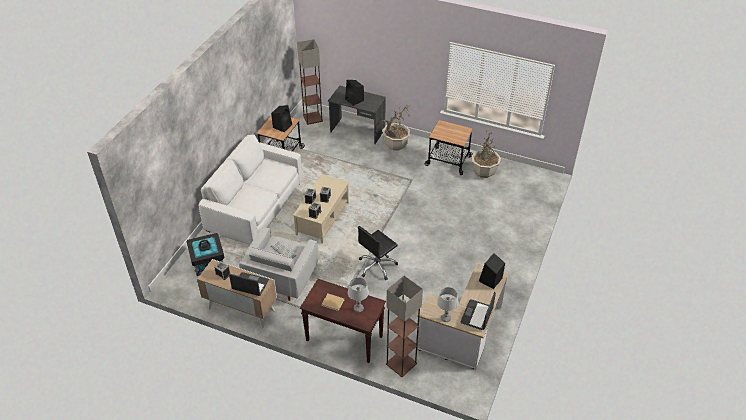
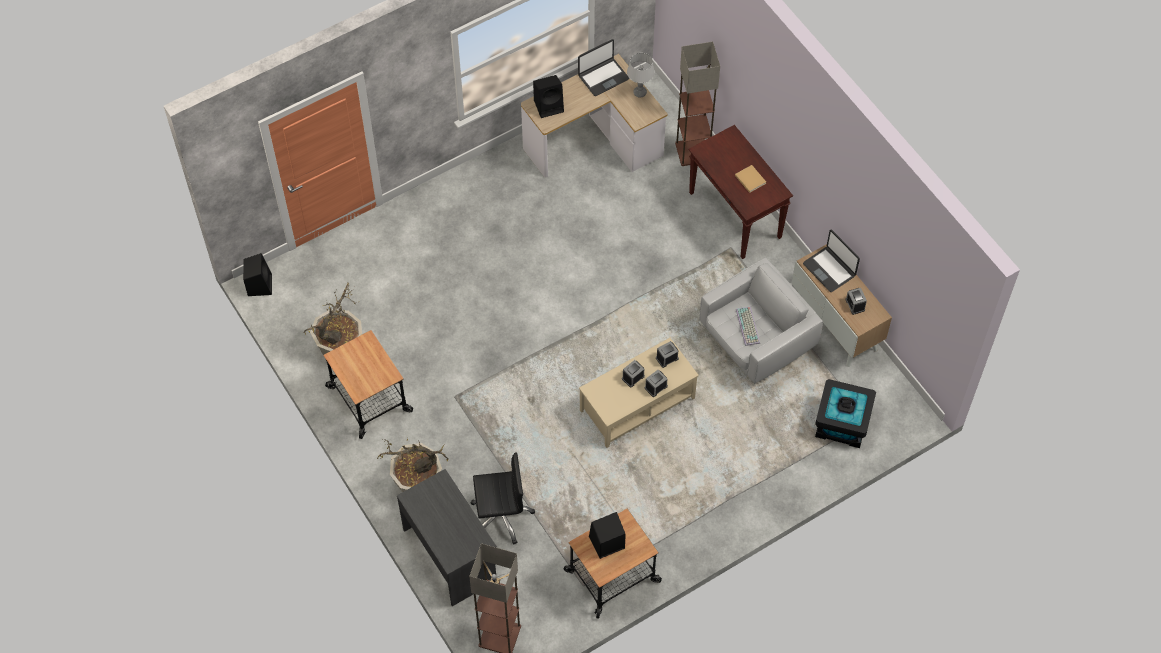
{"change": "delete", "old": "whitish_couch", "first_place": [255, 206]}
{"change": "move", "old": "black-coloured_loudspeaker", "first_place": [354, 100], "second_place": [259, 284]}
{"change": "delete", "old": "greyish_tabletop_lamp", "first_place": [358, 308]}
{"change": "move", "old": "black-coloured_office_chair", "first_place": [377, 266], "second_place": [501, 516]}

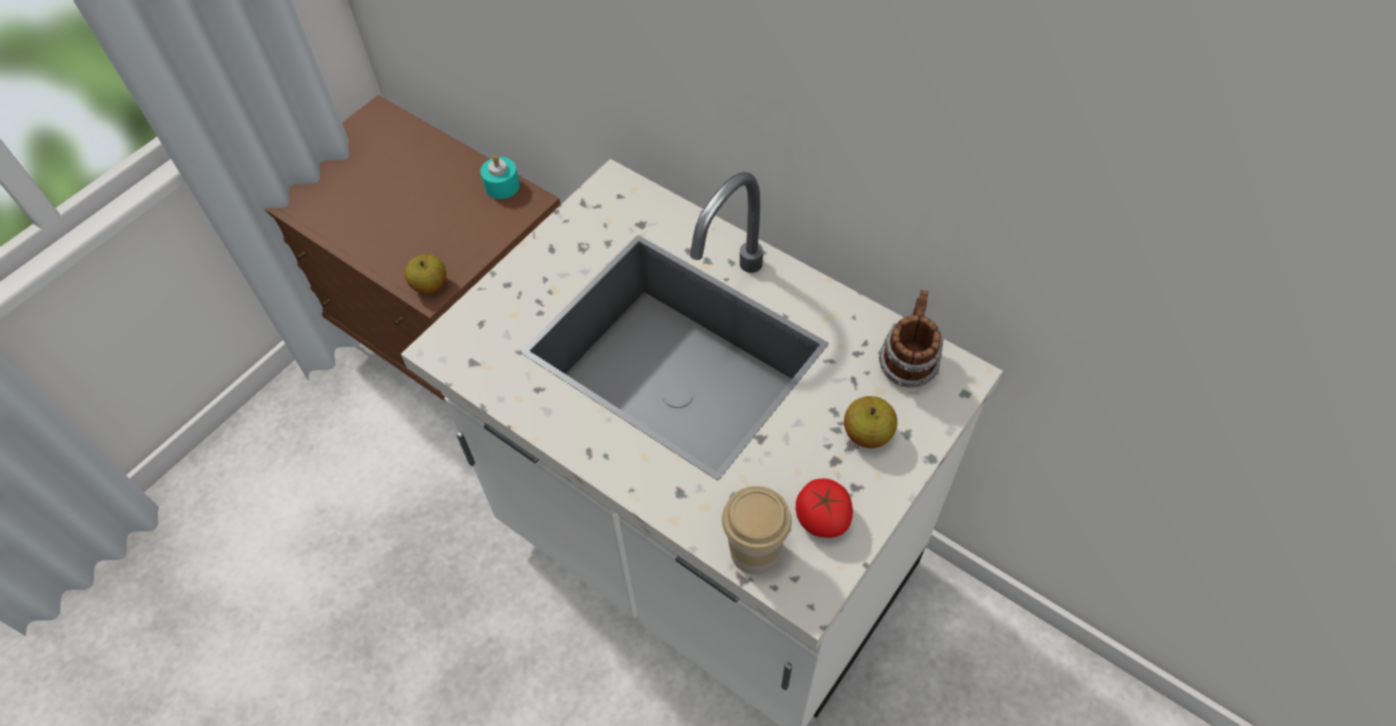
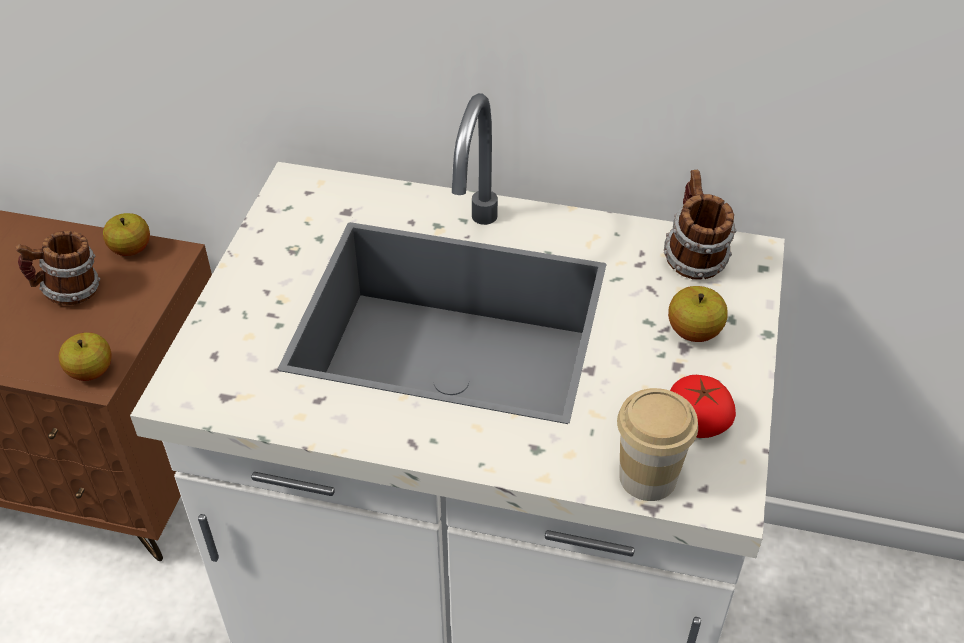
{"change": "replace", "old": "blue-green_candle", "new": "apple", "first_place": [502, 186], "second_place": [131, 249]}
{"change": "insert", "new": "mug", "second_place": [69, 292]}

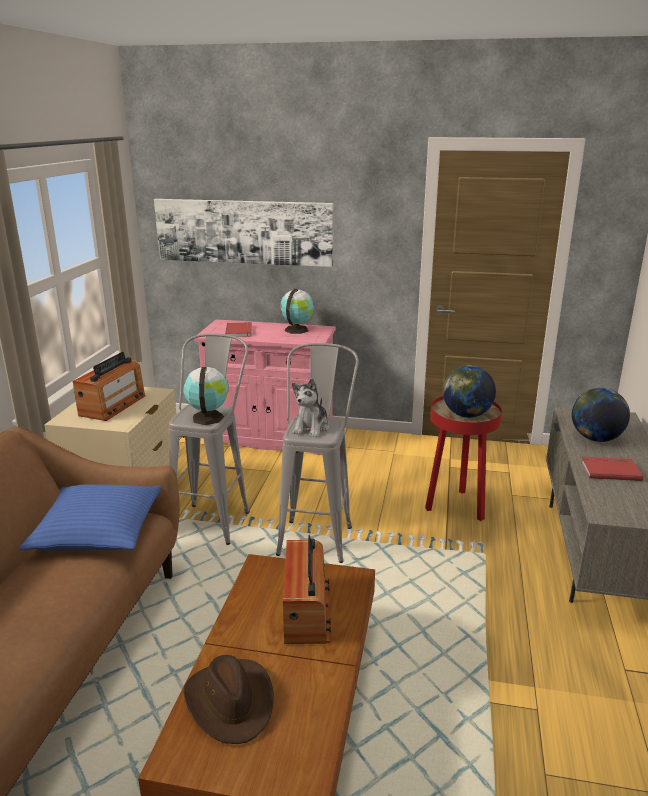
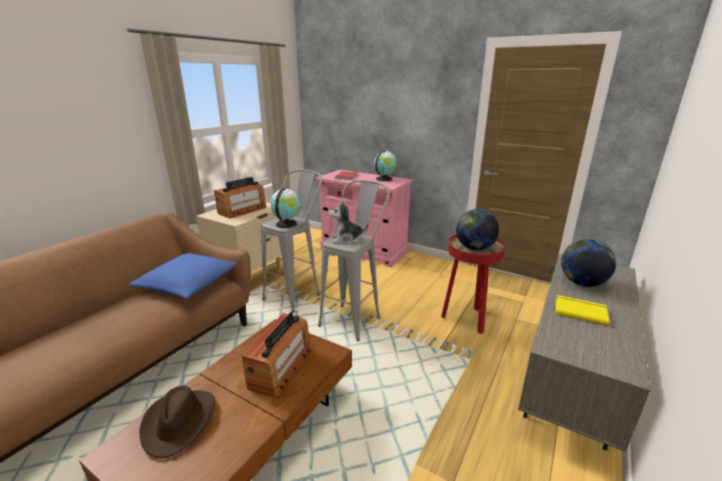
{"change": "delete", "old": "picture", "first_place": [243, 232]}
{"change": "rotate", "old": "soft_toy", "first_place": [311, 428], "second_place": [347, 239], "degrees": 45}
{"change": "recolor", "old": "reddish_bound_book", "new": "yellowish_bound_book", "first_place": [609, 470], "second_place": [580, 310]}

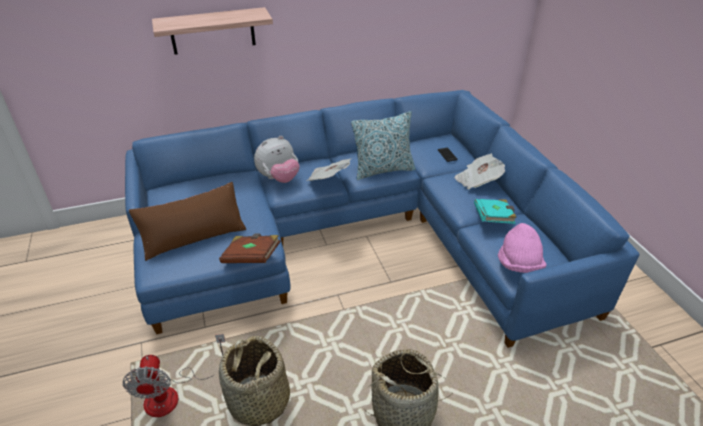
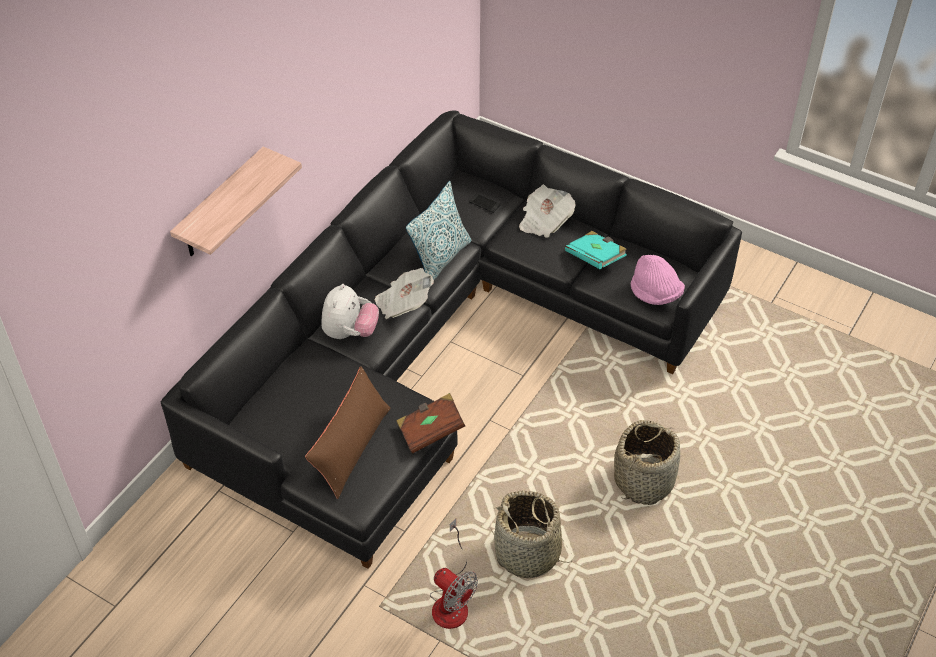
{"change": "recolor", "old": "blue_couch", "new": "black-coloured_couch", "first_place": [359, 234], "second_place": [441, 343]}

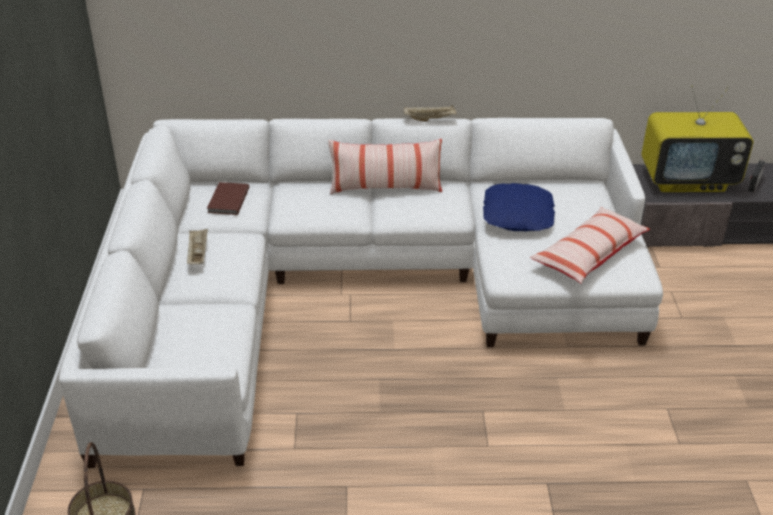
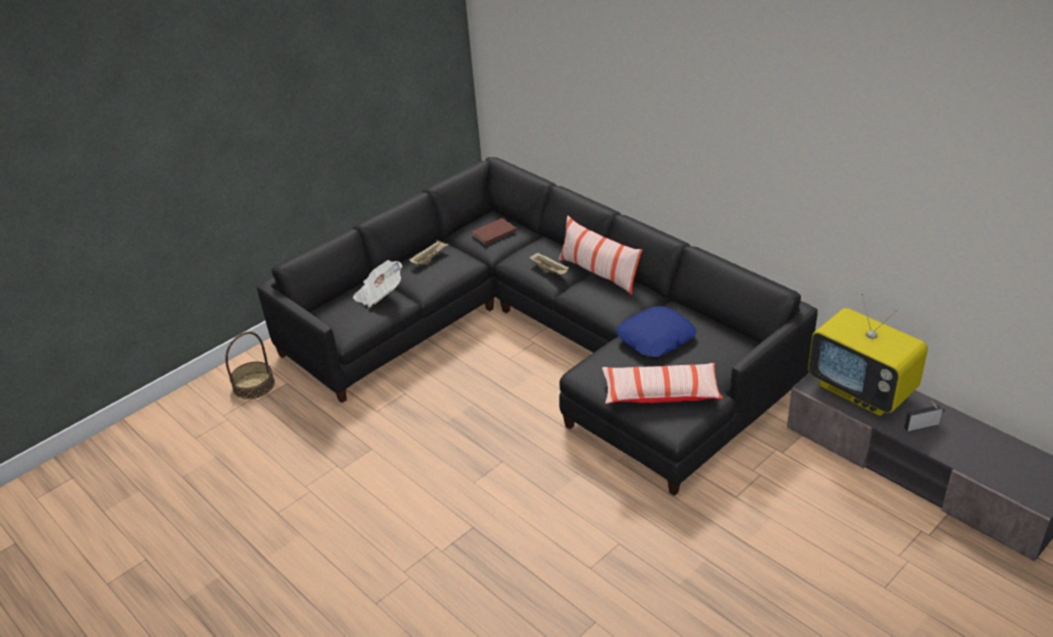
{"change": "recolor", "old": "whitish_couch", "new": "black-coloured_couch", "first_place": [356, 287], "second_place": [544, 340]}
{"change": "move", "old": "beige_tray", "first_place": [430, 119], "second_place": [550, 270]}
{"change": "insert", "new": "printed_paper", "second_place": [379, 295]}

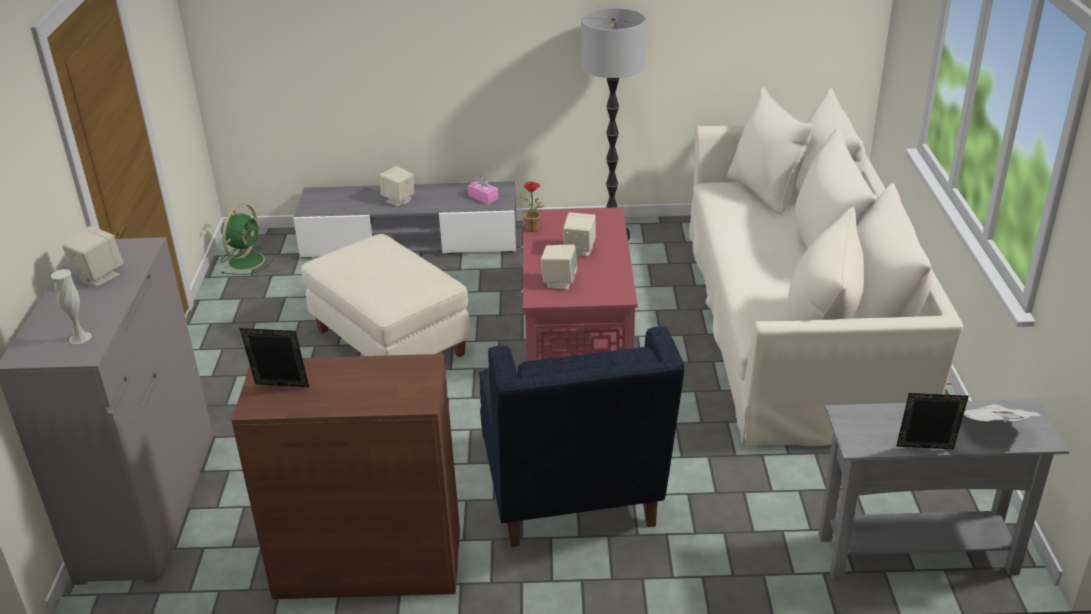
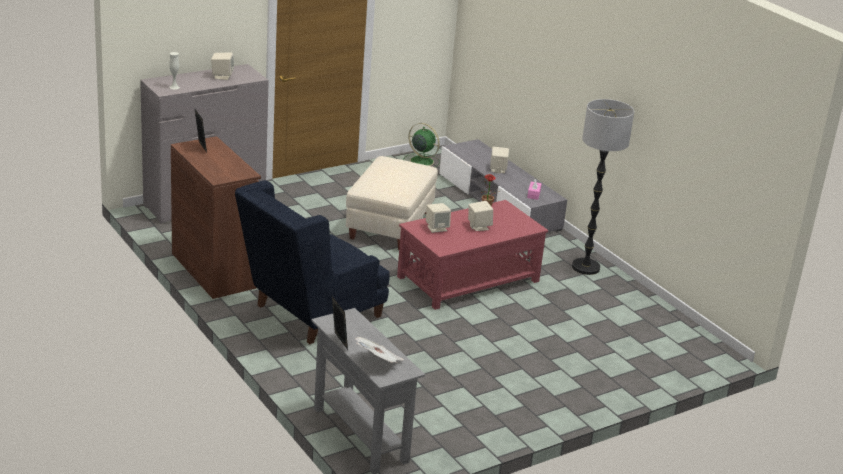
{"change": "rotate", "old": "green_electric_fan", "first_place": [247, 260], "second_place": [421, 161], "degrees": -135}
{"change": "delete", "old": "beige_couch", "first_place": [795, 322]}

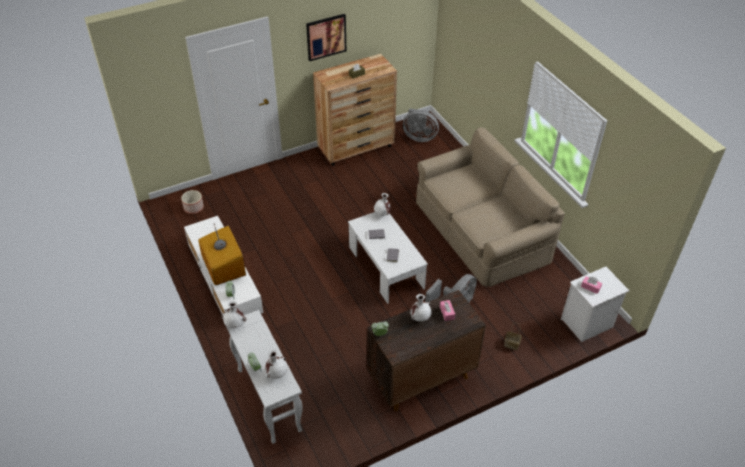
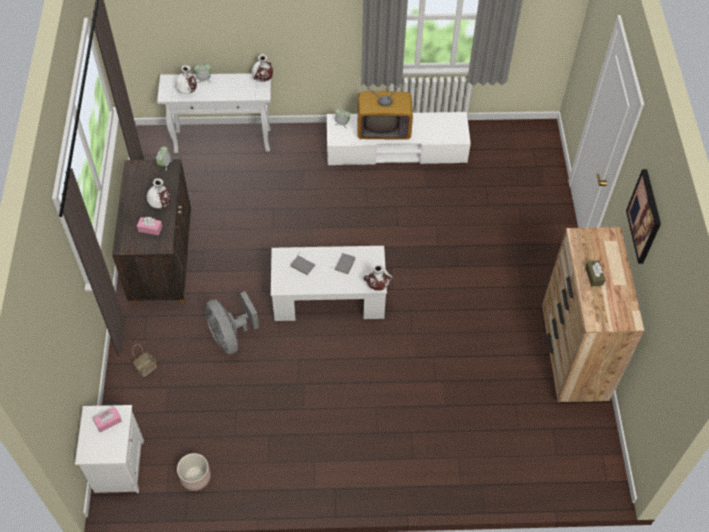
{"change": "move", "old": "planter", "first_place": [194, 208], "second_place": [195, 477]}
{"change": "delete", "old": "greyish_electric_fan", "first_place": [419, 137]}
{"change": "delete", "old": "beige_couch", "first_place": [481, 231]}

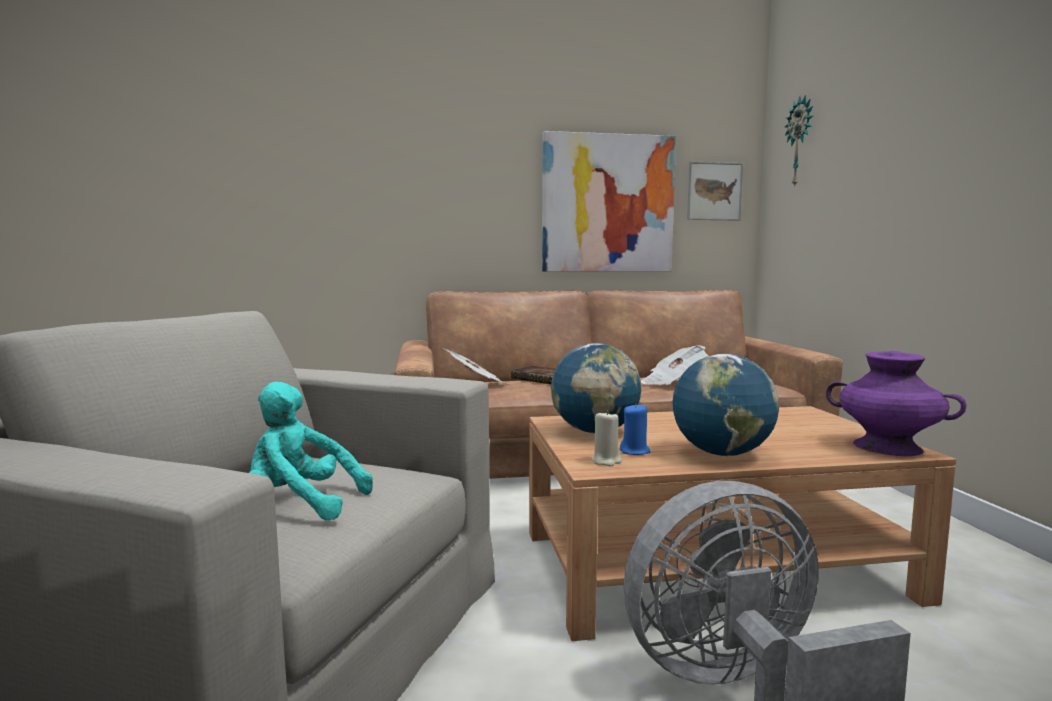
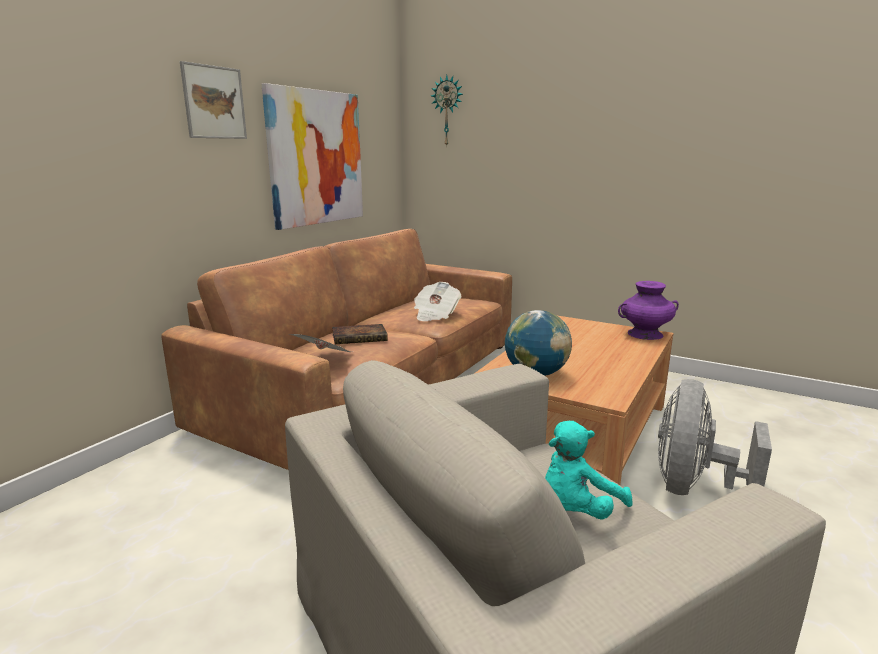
{"change": "delete", "old": "beige_candle", "first_place": [606, 461]}
{"change": "delete", "old": "blue_candle", "first_place": [635, 451]}
{"change": "delete", "old": "desk_globe", "first_place": [722, 454]}
{"change": "move", "old": "picture", "first_place": [714, 191], "second_place": [214, 102]}

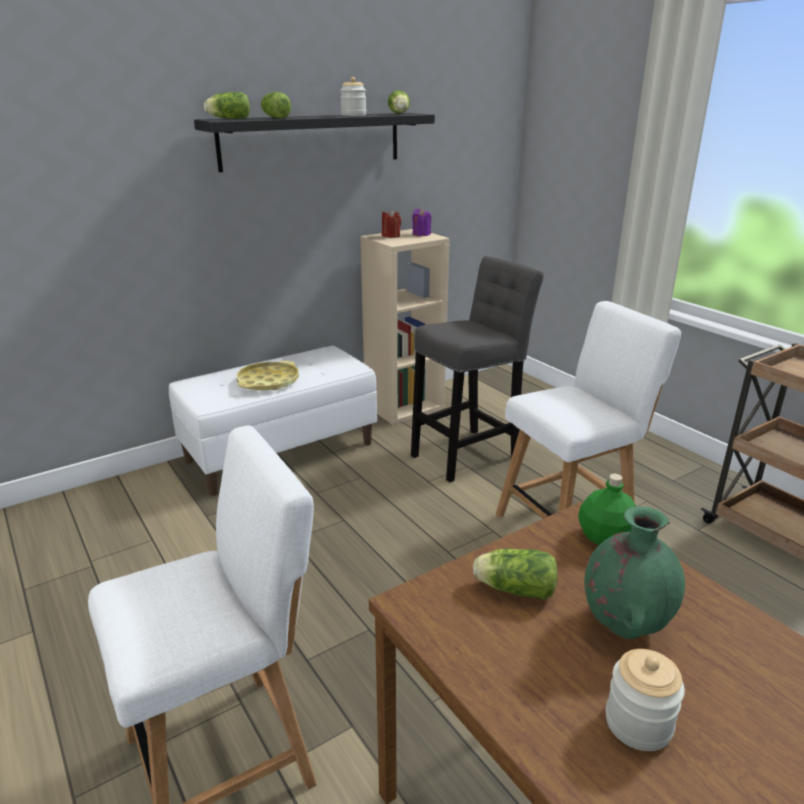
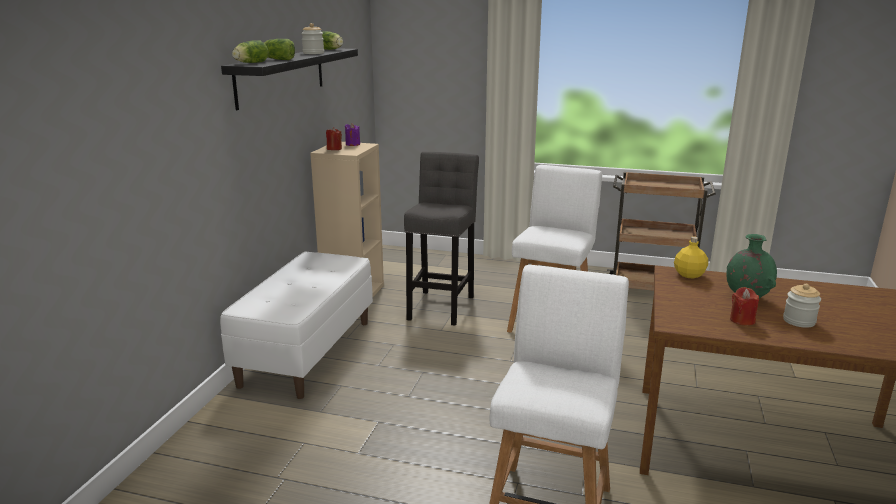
{"change": "delete", "old": "yellowish_tray", "first_place": [268, 382]}
{"change": "delete", "old": "lettuce_head", "first_place": [513, 589]}
{"change": "recolor", "old": "green_drink_bottle", "new": "yellowish_drink_bottle", "first_place": [606, 538], "second_place": [689, 275]}
{"change": "insert", "new": "reddish_candle", "second_place": [742, 320]}

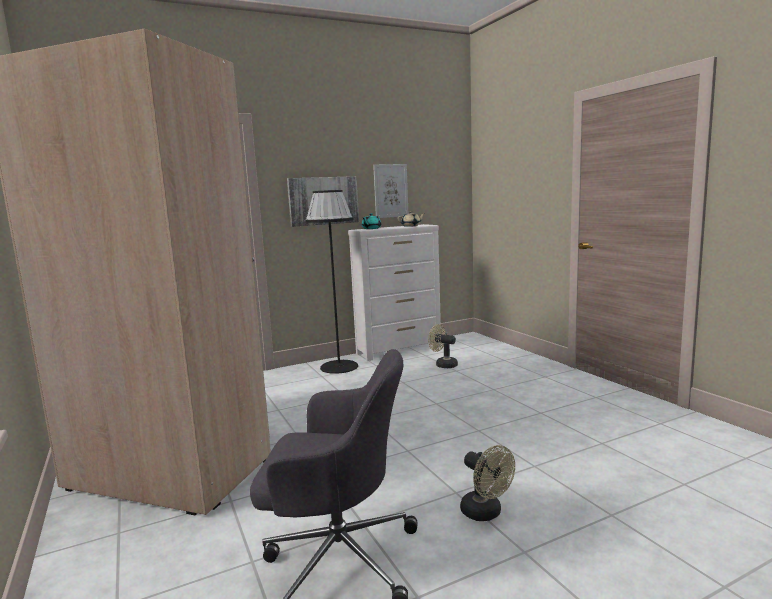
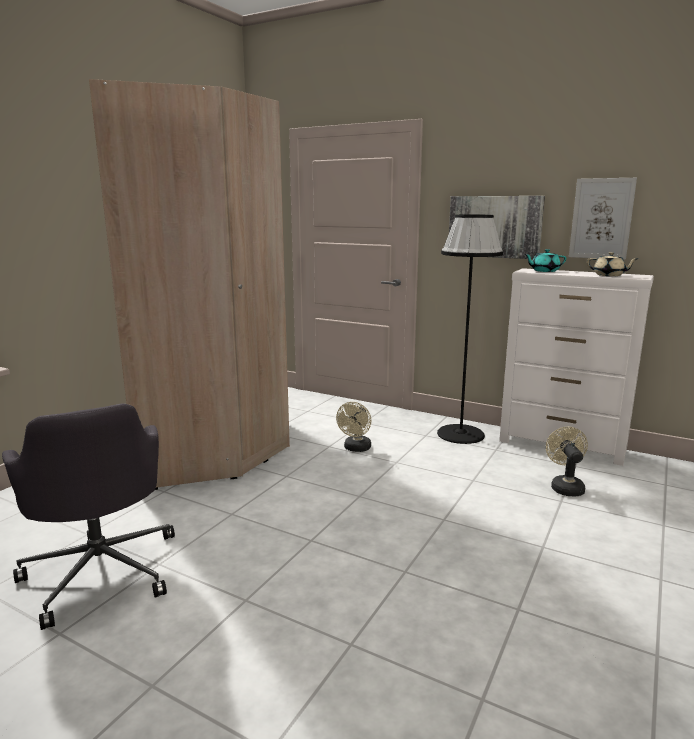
{"change": "move", "old": "beige_electric_fan", "first_place": [486, 513], "second_place": [356, 449]}

